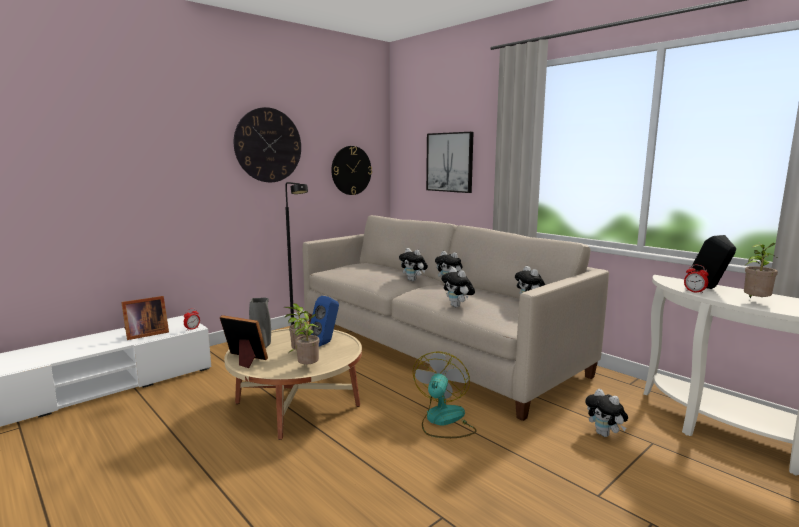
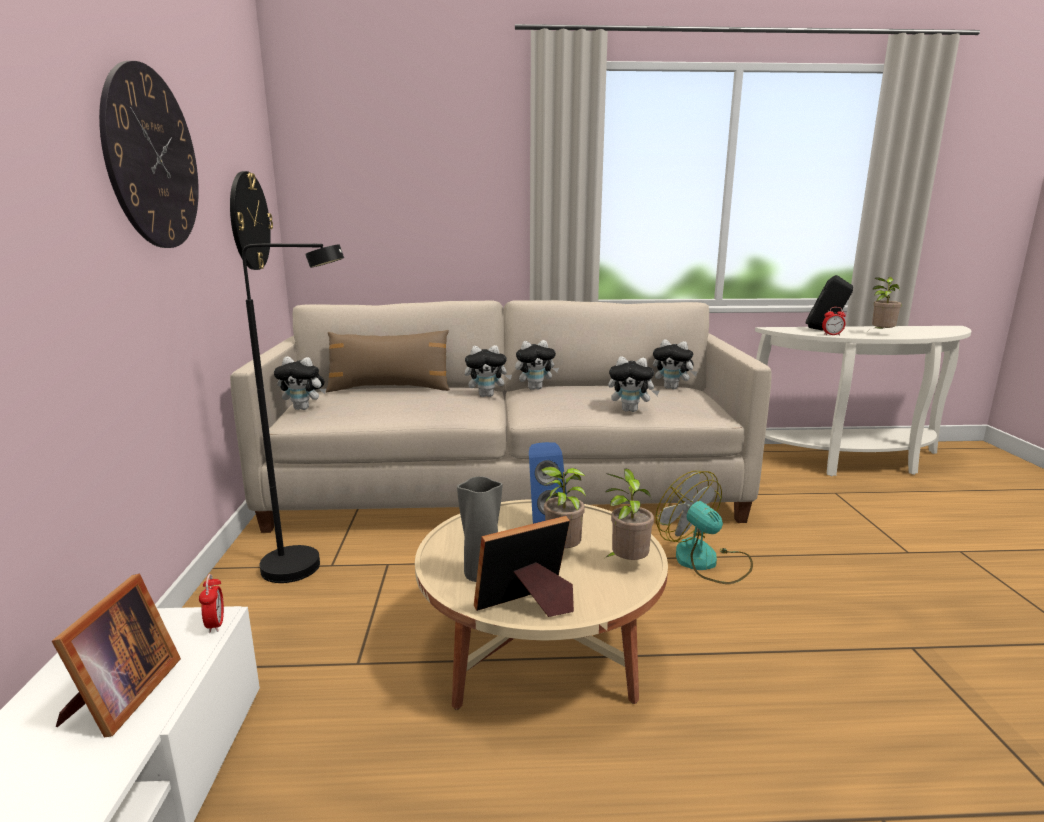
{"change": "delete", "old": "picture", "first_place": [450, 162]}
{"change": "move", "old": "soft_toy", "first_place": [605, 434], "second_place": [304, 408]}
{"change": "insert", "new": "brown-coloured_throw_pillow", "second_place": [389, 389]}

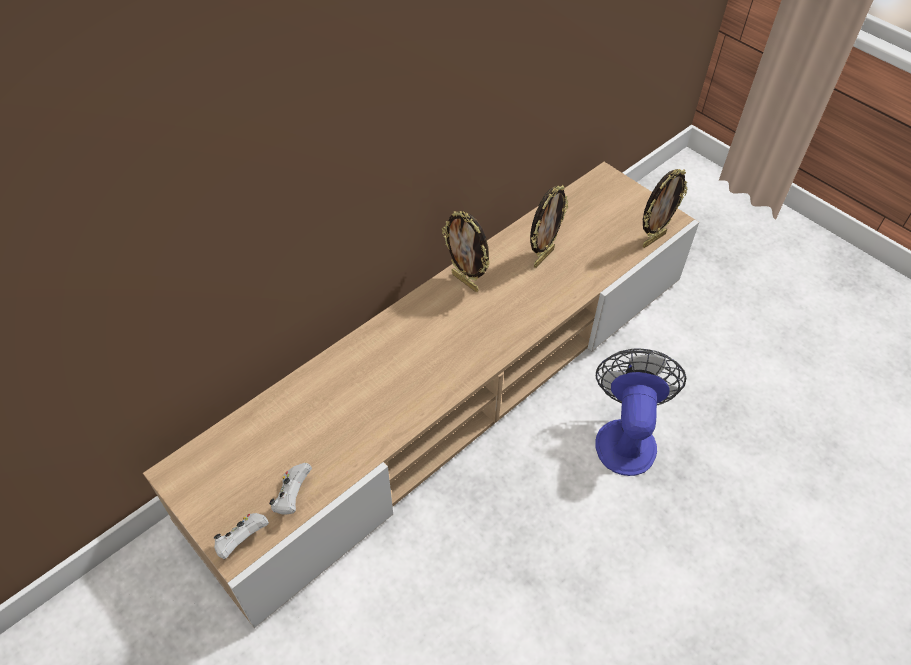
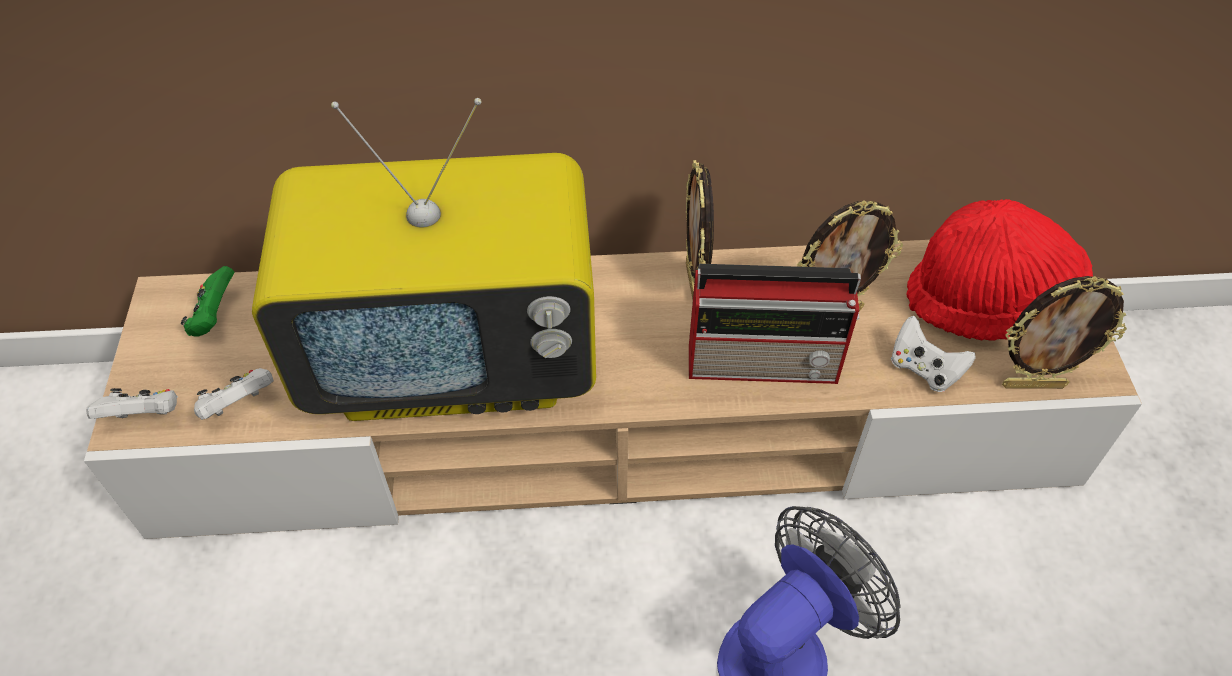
{"change": "insert", "new": "green_game_controller", "second_place": [214, 317]}
{"change": "insert", "new": "television", "second_place": [456, 360]}
{"change": "insert", "new": "radio_set", "second_place": [766, 362]}
{"change": "insert", "new": "whitish_game_controller", "second_place": [924, 369]}
{"change": "insert", "new": "reddish_clothing_hat", "second_place": [988, 302]}

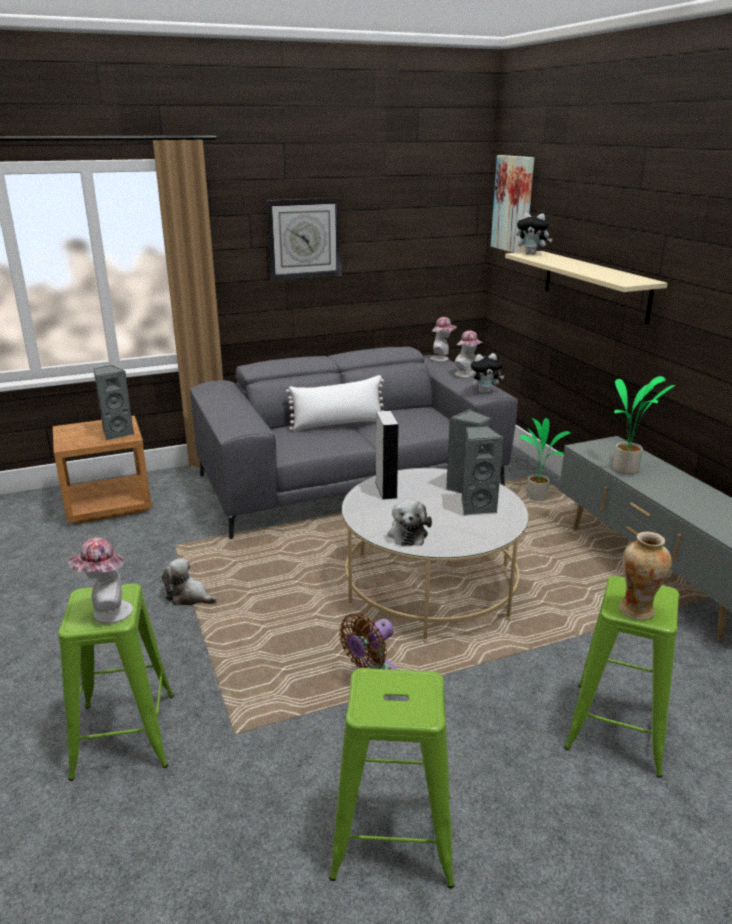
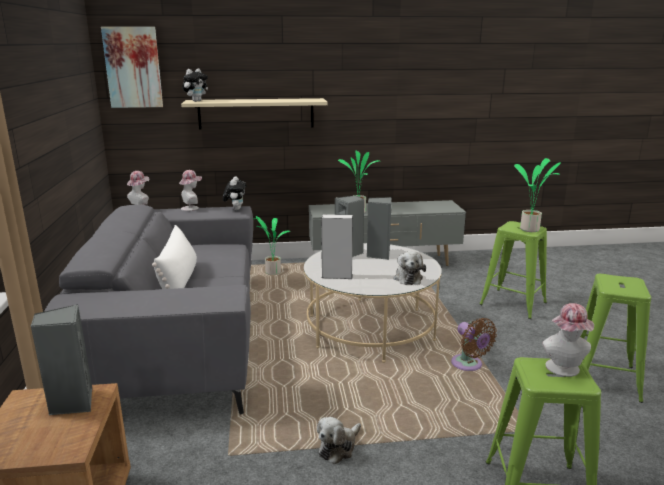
{"change": "delete", "old": "wall_clock", "first_place": [304, 238]}
{"change": "rotate", "old": "soft_toy", "first_place": [407, 533], "second_place": [407, 278], "degrees": 75}
{"change": "replace", "old": "vase", "new": "houseplant", "first_place": [637, 610], "second_place": [531, 229]}

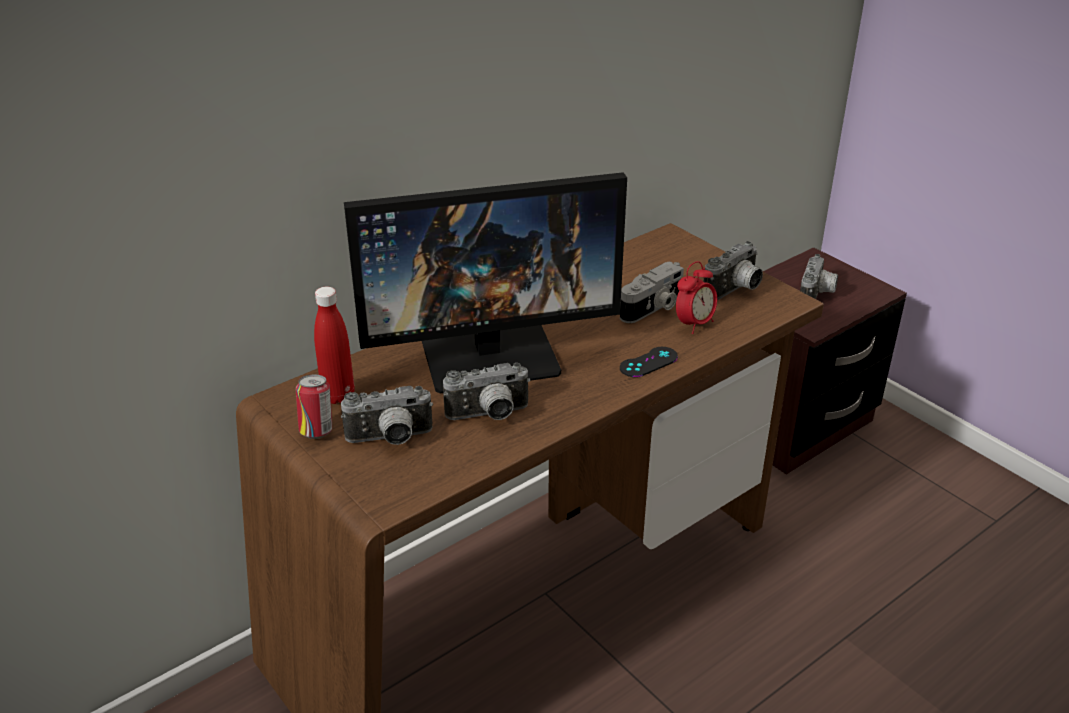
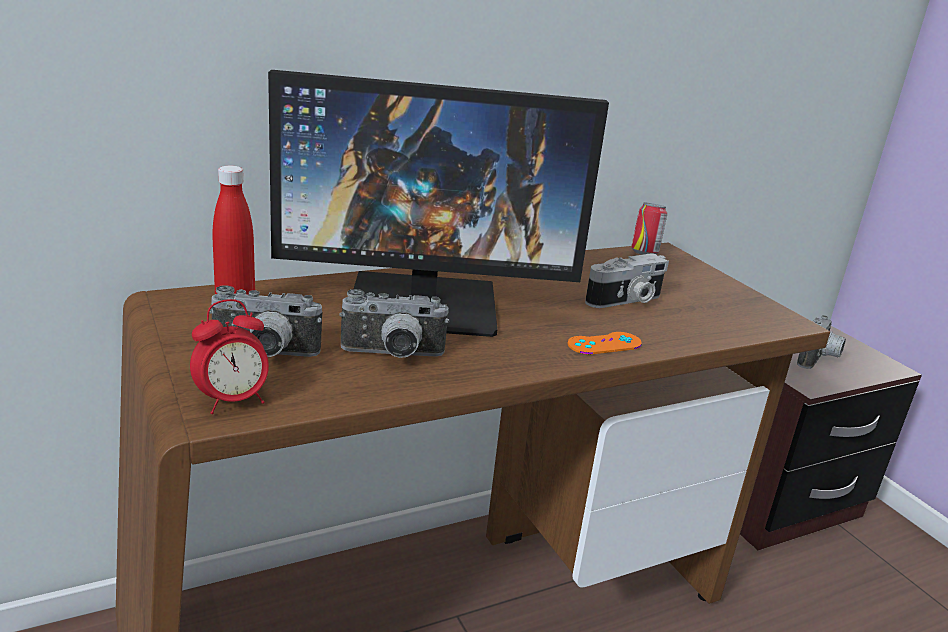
{"change": "move", "old": "sealed_can", "first_place": [317, 431], "second_place": [644, 253]}
{"change": "recolor", "old": "black-coloured_game_controller", "new": "orangey_game_controller", "first_place": [648, 362], "second_place": [604, 344]}
{"change": "move", "old": "table_clock", "first_place": [694, 324], "second_place": [233, 401]}
{"change": "delete", "old": "still_camera", "first_place": [735, 291]}

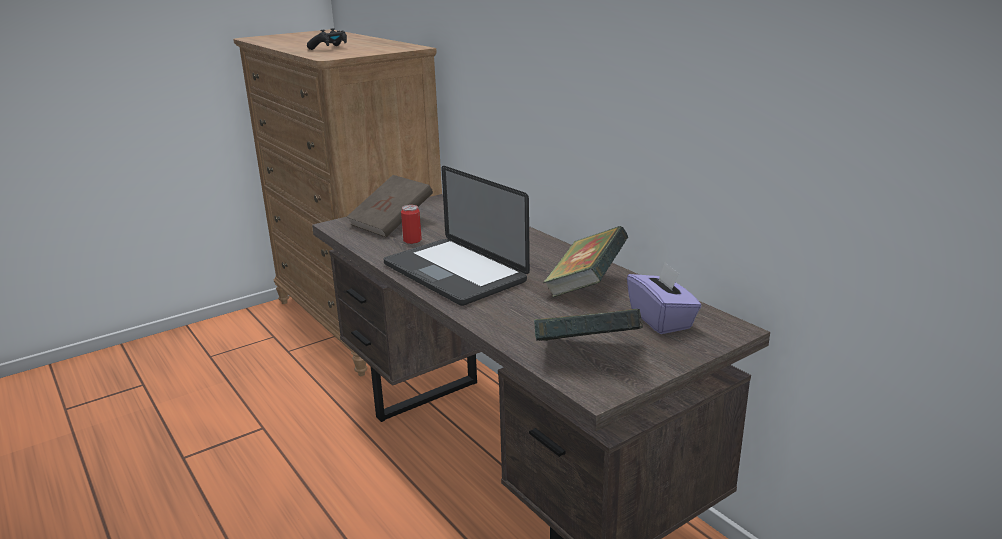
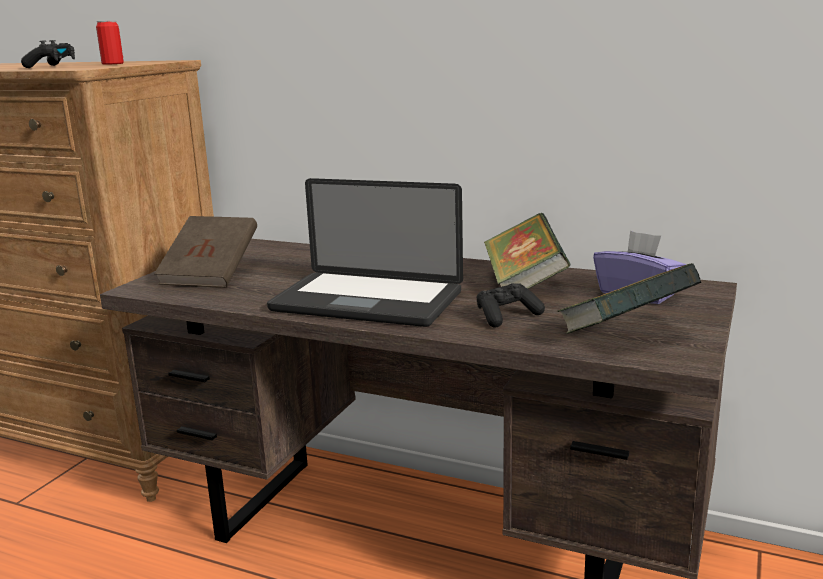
{"change": "move", "old": "sealed_can", "first_place": [412, 240], "second_place": [112, 64]}
{"change": "insert", "new": "black-coloured_game_controller", "second_place": [507, 316]}

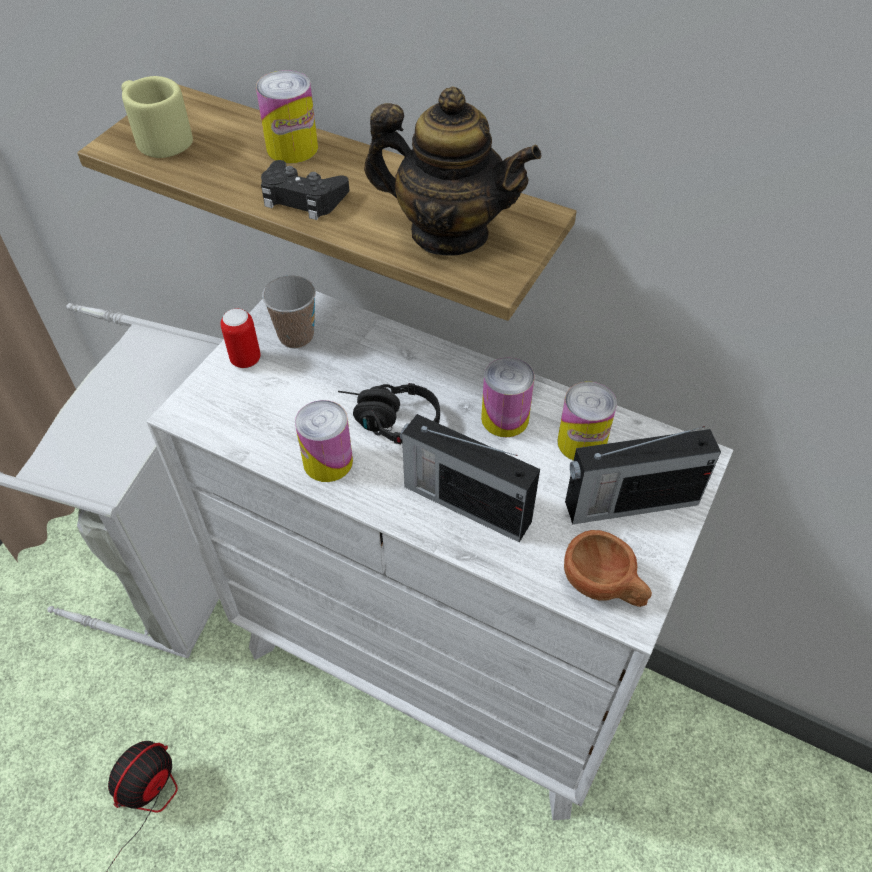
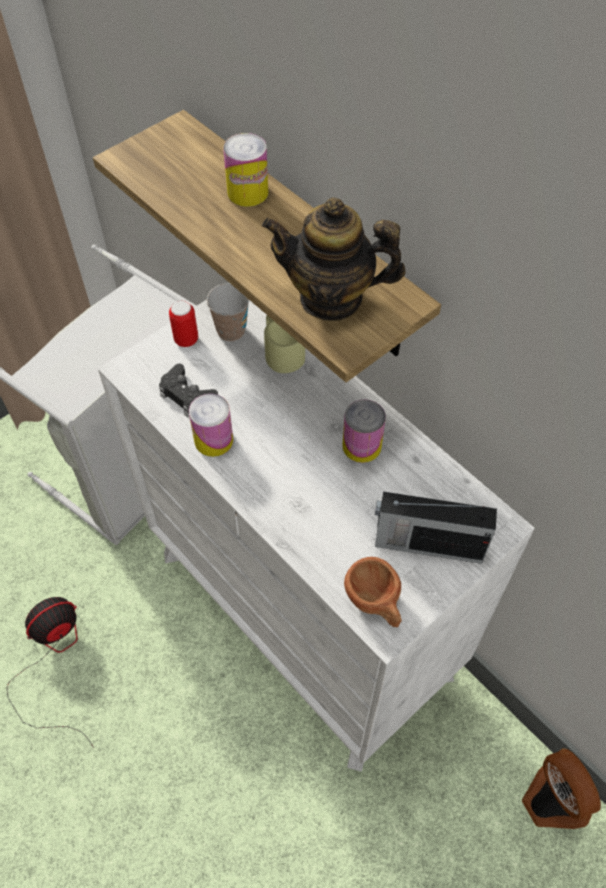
{"change": "move", "old": "beige_mug", "first_place": [158, 138], "second_place": [281, 352]}
{"change": "move", "old": "black-coloured_game_controller", "first_place": [302, 198], "second_place": [187, 395]}
{"change": "delete", "old": "black-coloured_headset", "first_place": [387, 422]}
{"change": "rotate", "old": "tea_pot", "first_place": [449, 233], "second_place": [331, 298], "degrees": 150}
{"change": "delete", "old": "radio_set", "first_place": [465, 502]}
{"change": "delete", "old": "sealed_can", "first_place": [581, 443]}
{"change": "insert", "new": "electric_fan", "second_place": [551, 801]}

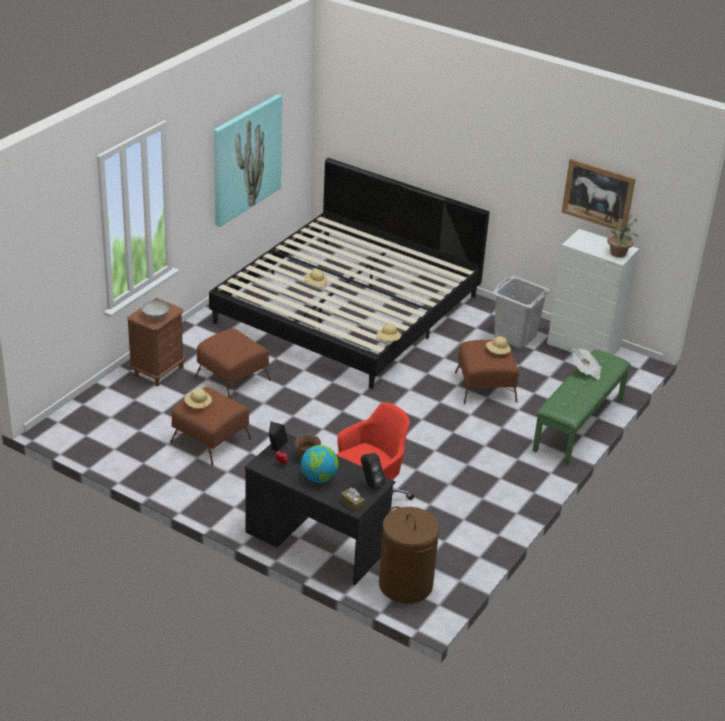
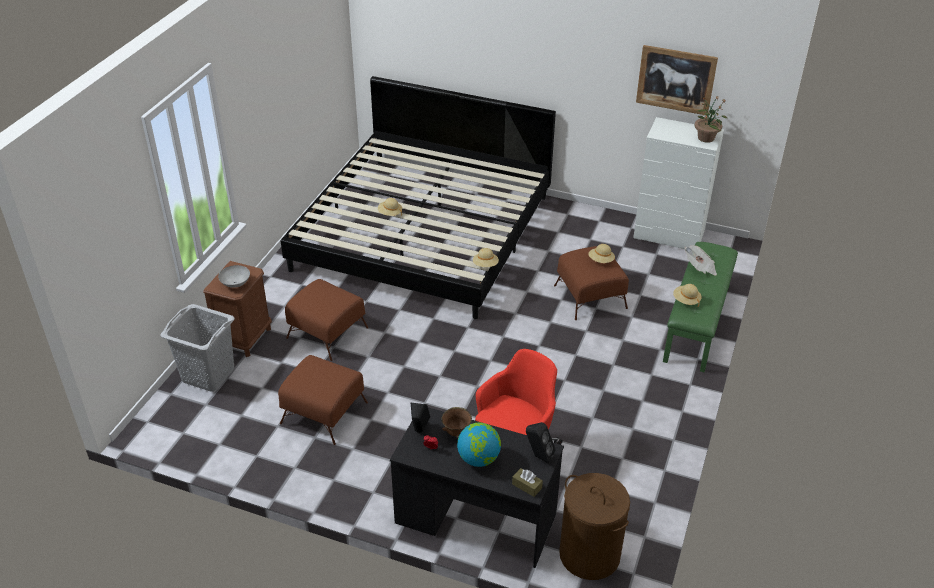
{"change": "move", "old": "beige_clothing_hat", "first_place": [198, 404], "second_place": [686, 300]}
{"change": "delete", "old": "picture", "first_place": [245, 159]}
{"change": "move", "old": "greyish_washing_basket", "first_place": [515, 337], "second_place": [208, 374]}

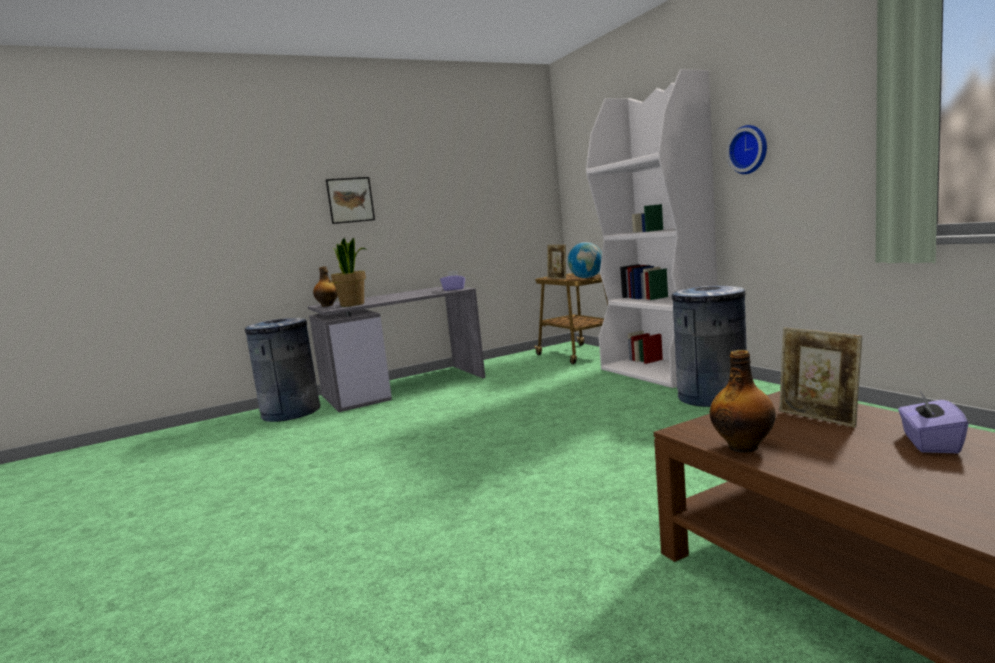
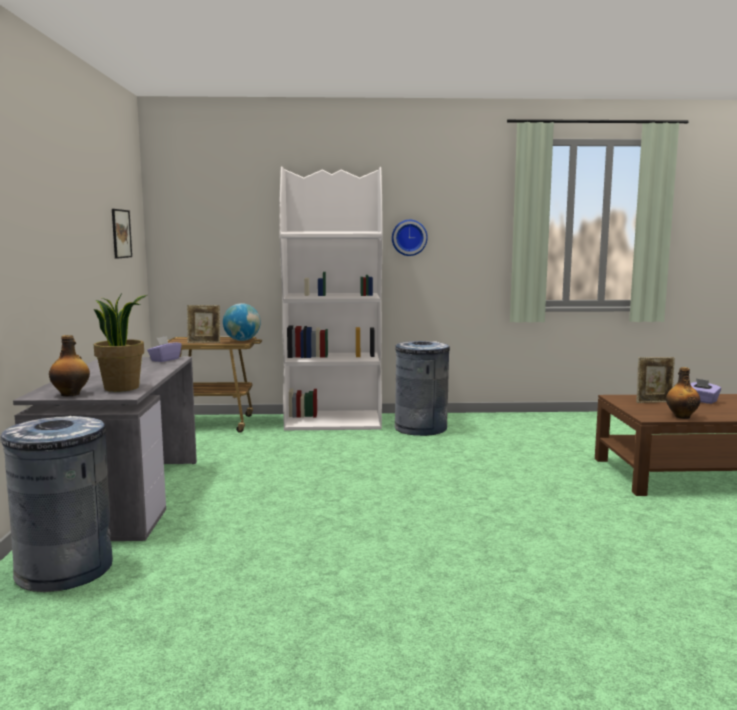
{"change": "move", "old": "picture", "first_place": [350, 200], "second_place": [121, 233]}

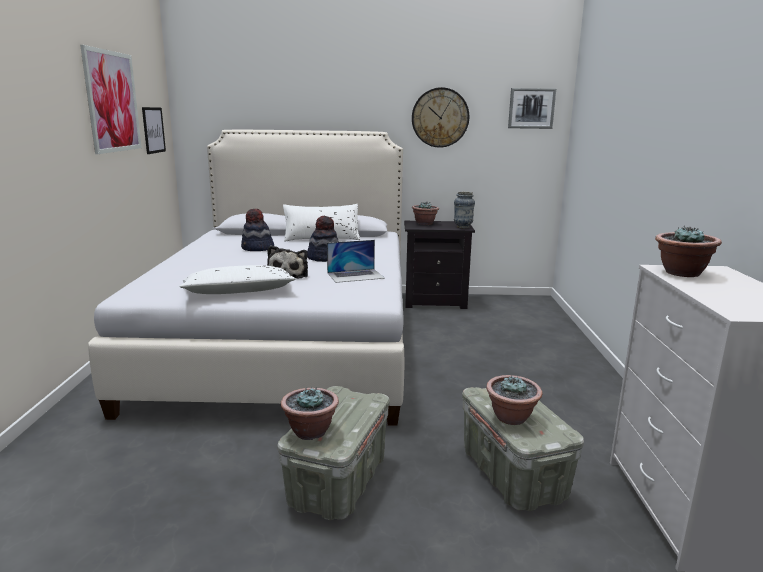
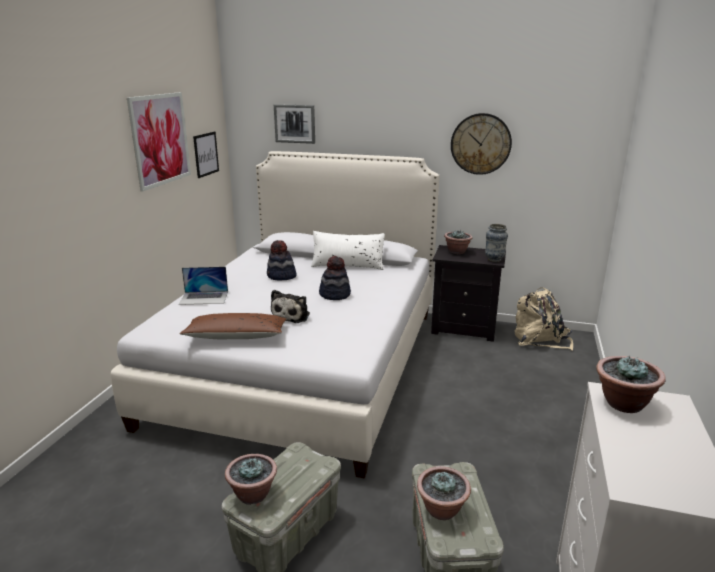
{"change": "recolor", "old": "whitish_throw_pillow", "new": "brown-coloured_throw_pillow", "first_place": [239, 292], "second_place": [236, 336]}
{"change": "move", "old": "laptop", "first_place": [355, 275], "second_place": [204, 298]}
{"change": "move", "old": "picture", "first_place": [531, 108], "second_place": [295, 123]}
{"change": "insert", "new": "beige_knapsack", "second_place": [540, 339]}

